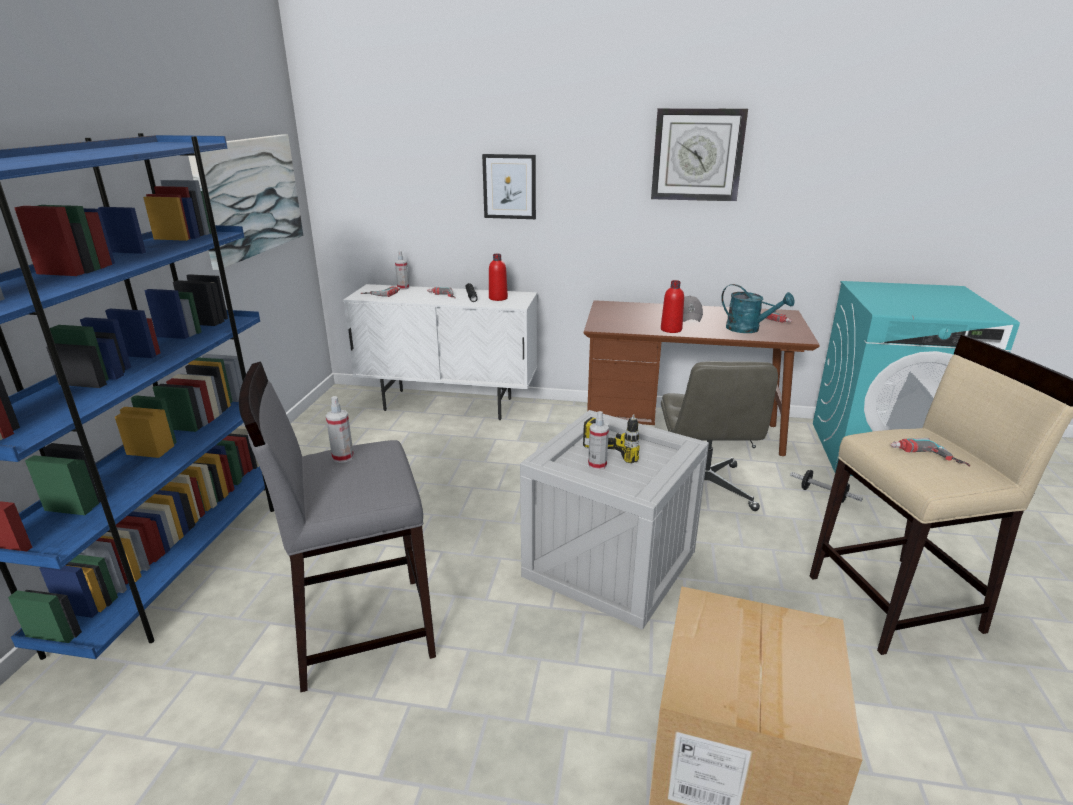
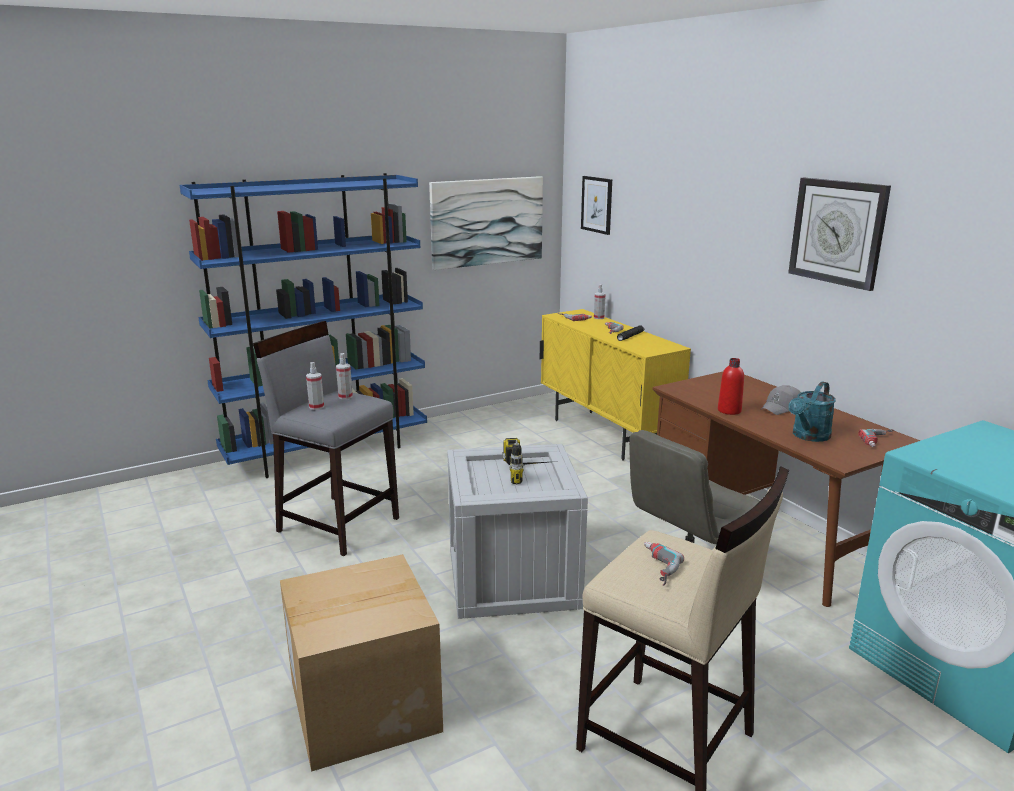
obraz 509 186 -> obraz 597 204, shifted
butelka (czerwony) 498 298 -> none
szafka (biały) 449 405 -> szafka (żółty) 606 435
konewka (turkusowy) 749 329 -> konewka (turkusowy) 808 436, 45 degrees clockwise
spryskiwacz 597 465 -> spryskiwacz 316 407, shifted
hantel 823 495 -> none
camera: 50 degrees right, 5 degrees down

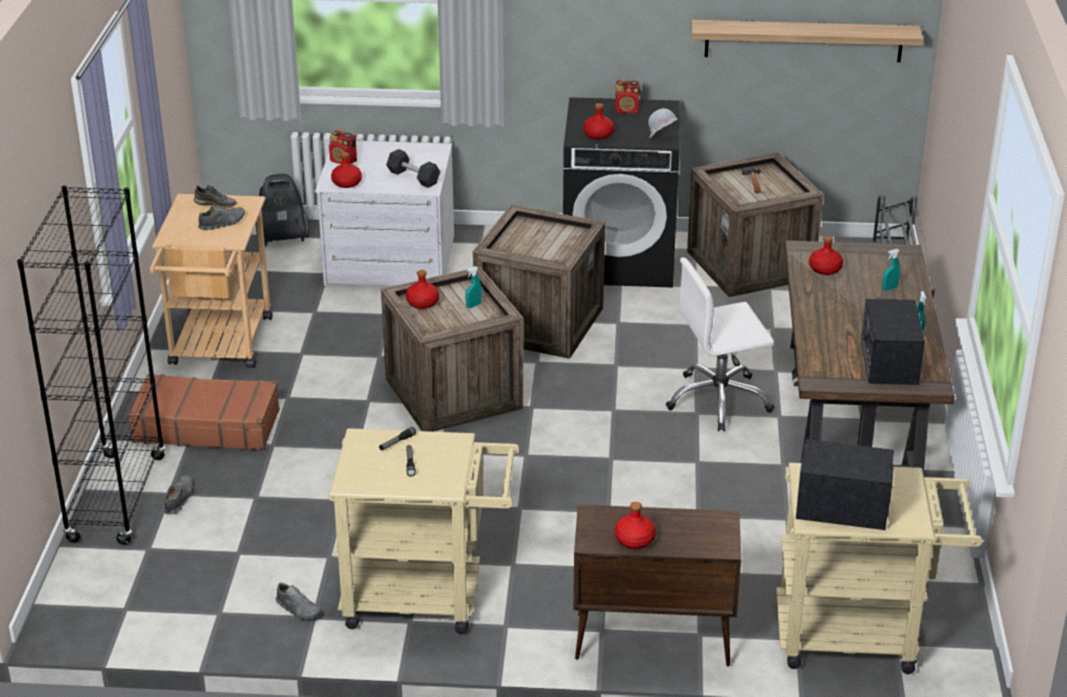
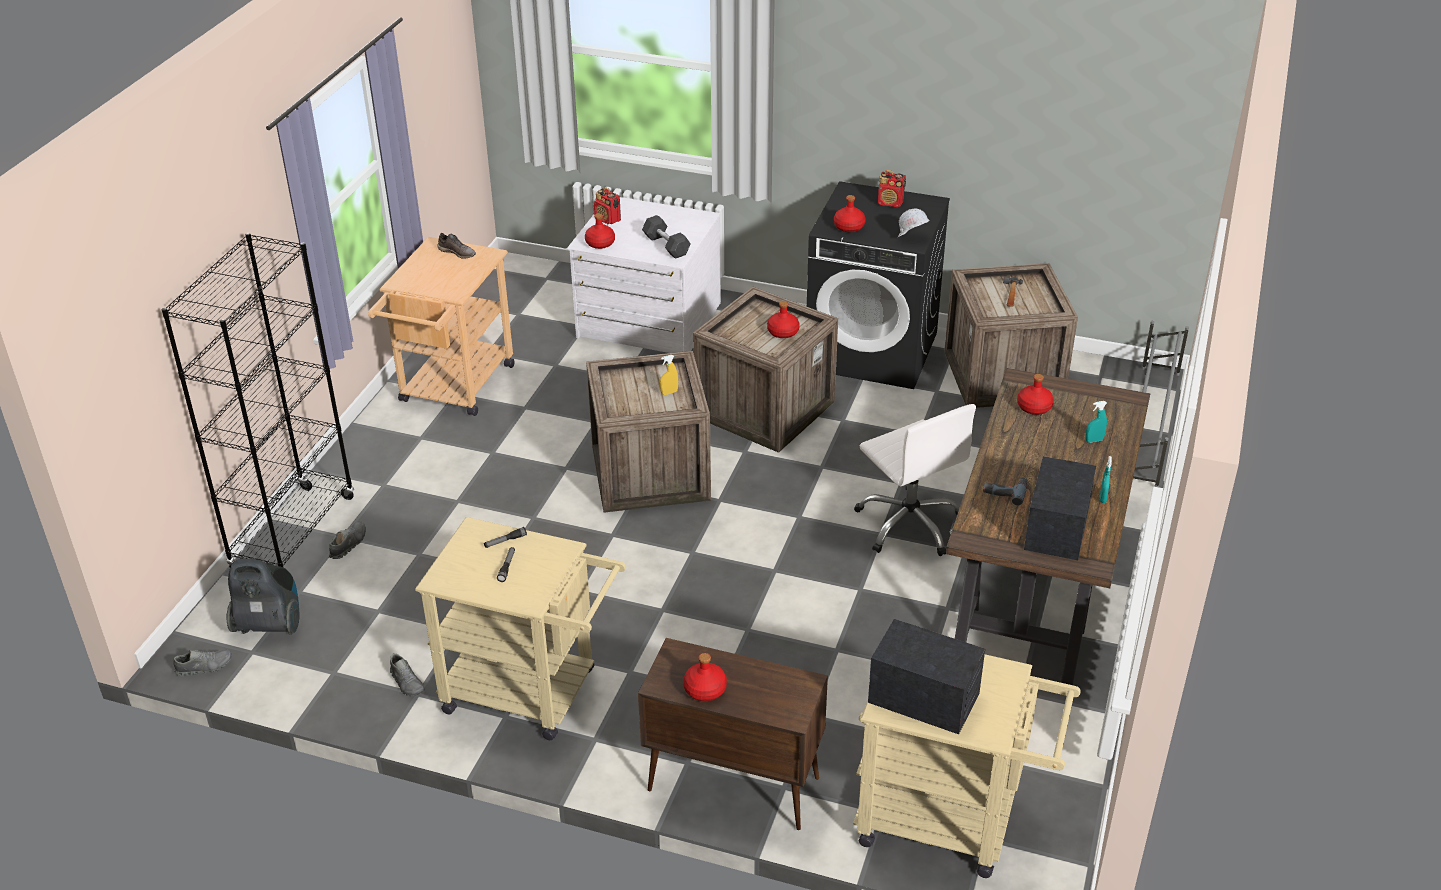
półka 803 41 -> none
odkurzacz 282 238 -> odkurzacz 269 625, shifted
but (szary) 222 223 -> but (szary) 204 667, shifted
krzesło biurowe (biały) 719 401 -> krzesło biurowe (biały) 910 523, 120 degrees counterclockwise
spryskiwacz (turkusowy) 473 305 -> spryskiwacz (żółty) 669 392
butelka (czerwony) 422 303 -> butelka (czerwony) 782 332, shifted
walizka (brązowy) 206 426 -> none
none -> wiertarka 1005 491
camera: 15 degrees right, 5 degrees up

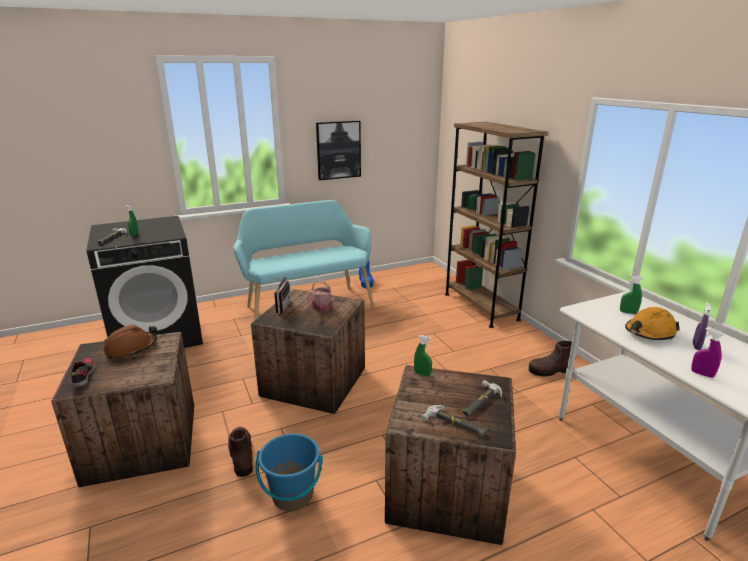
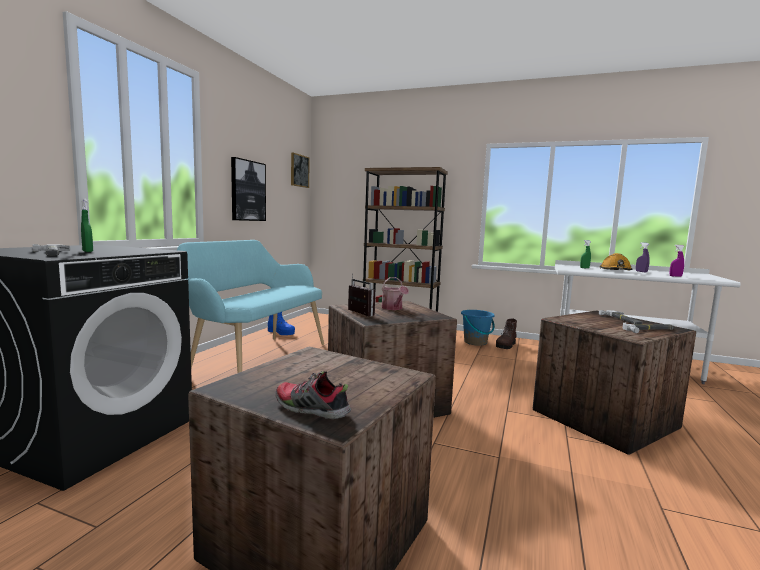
kask (brązowy) 131 348 -> none
spryskiwacz (zielony) 422 374 -> none
but z cholewką (brązowy) 241 456 -> none
wiadro (niebieski) 292 496 -> wiadro (niebieski) 475 342, shifted
none -> obraz 299 171
camera: 45 degrees left, 15 degrees down

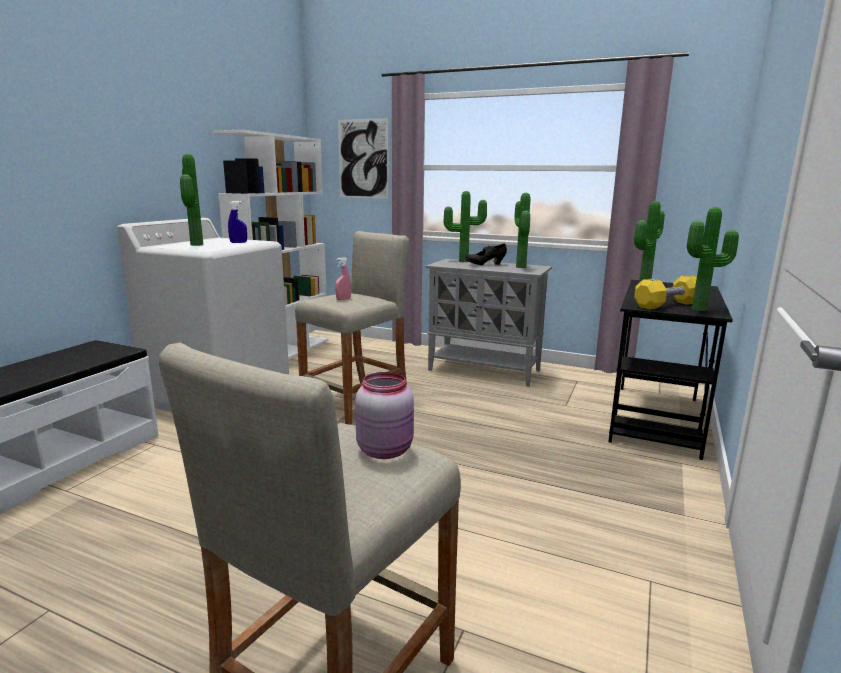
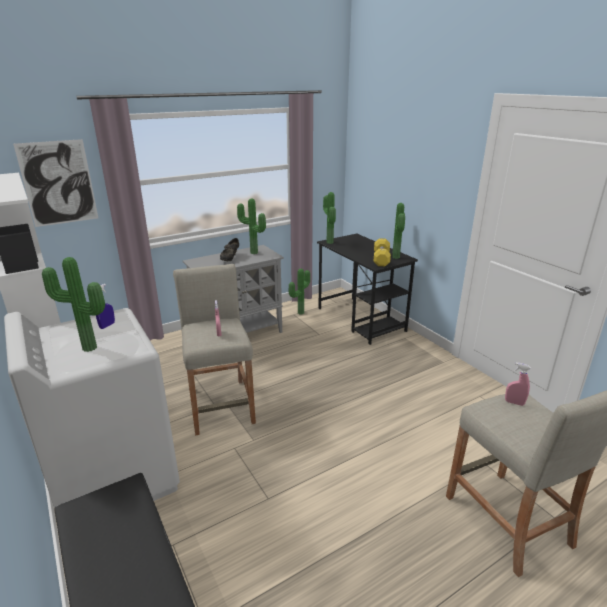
roślina doniczkowa 463 261 -> roślina doniczkowa 299 312, shifted
słoik (różowy) 386 449 -> spryskiwacz (różowy) 514 403
camera: 55 degrees left, 10 degrees up

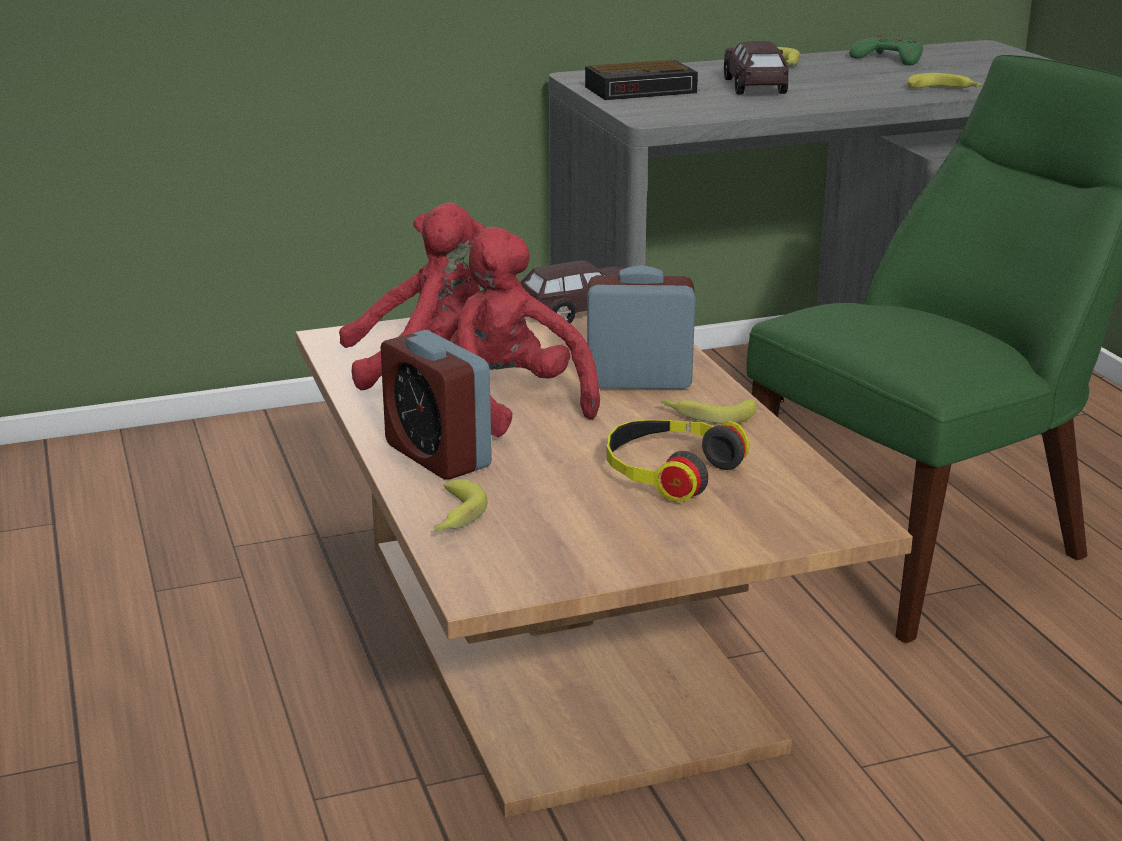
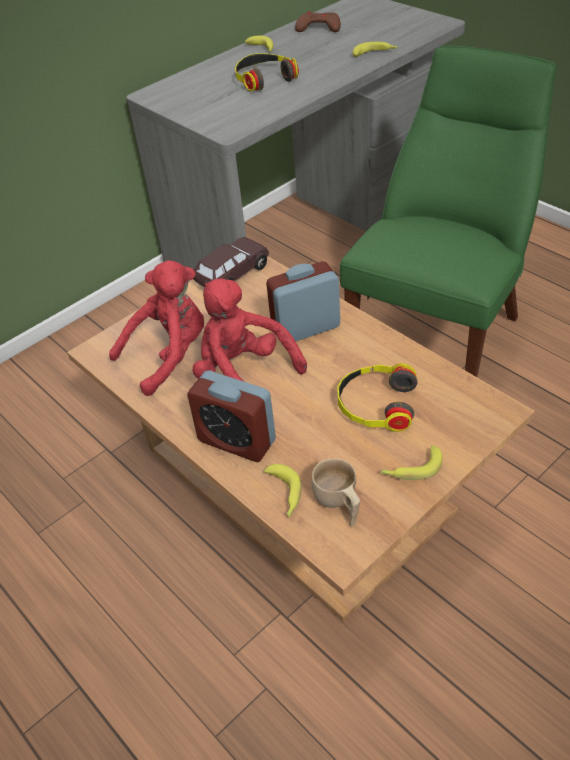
pad do gier (zielony) 888 59 -> pad do gier (brązowy) 318 27
samochodzik (brązowy) 755 86 -> słuchawki 264 78
budzik 643 89 -> none
banan 707 415 -> banan 411 469, shifted
none -> filiżanka (beżowy) 338 504
camera: 20 degrees left, 20 degrees up

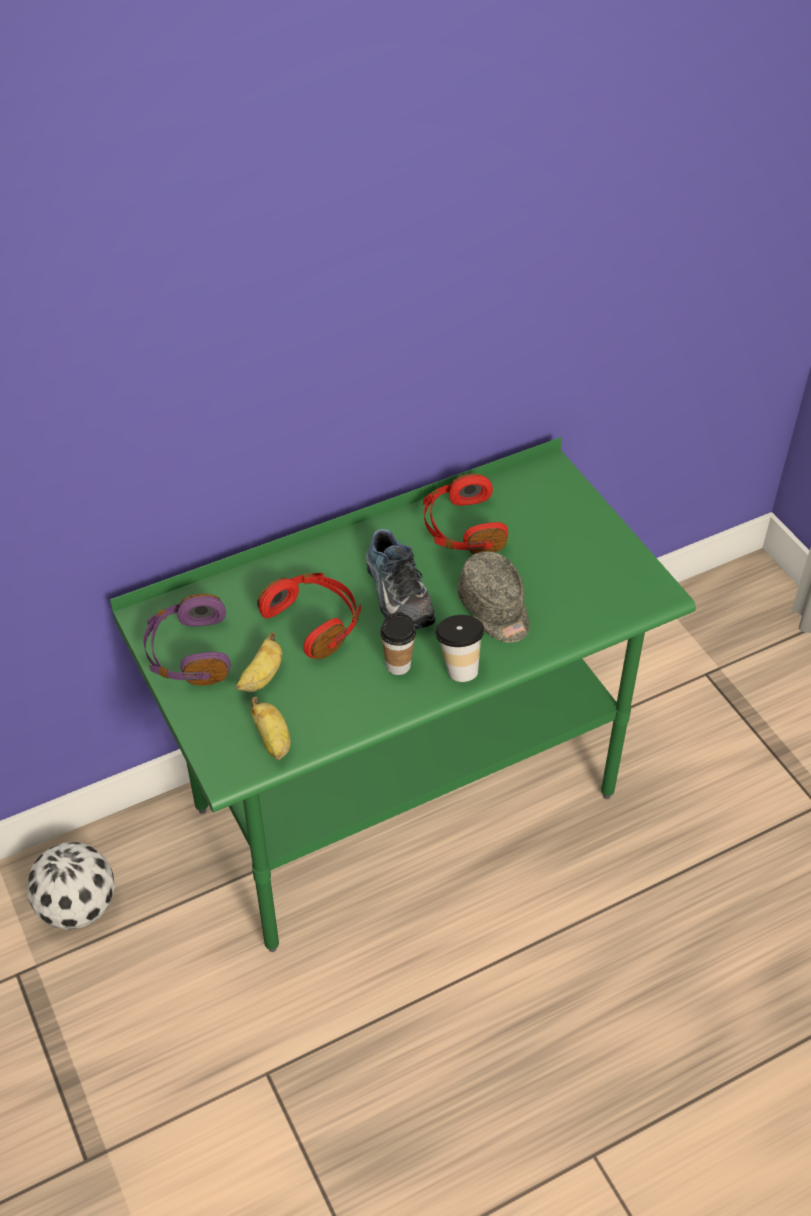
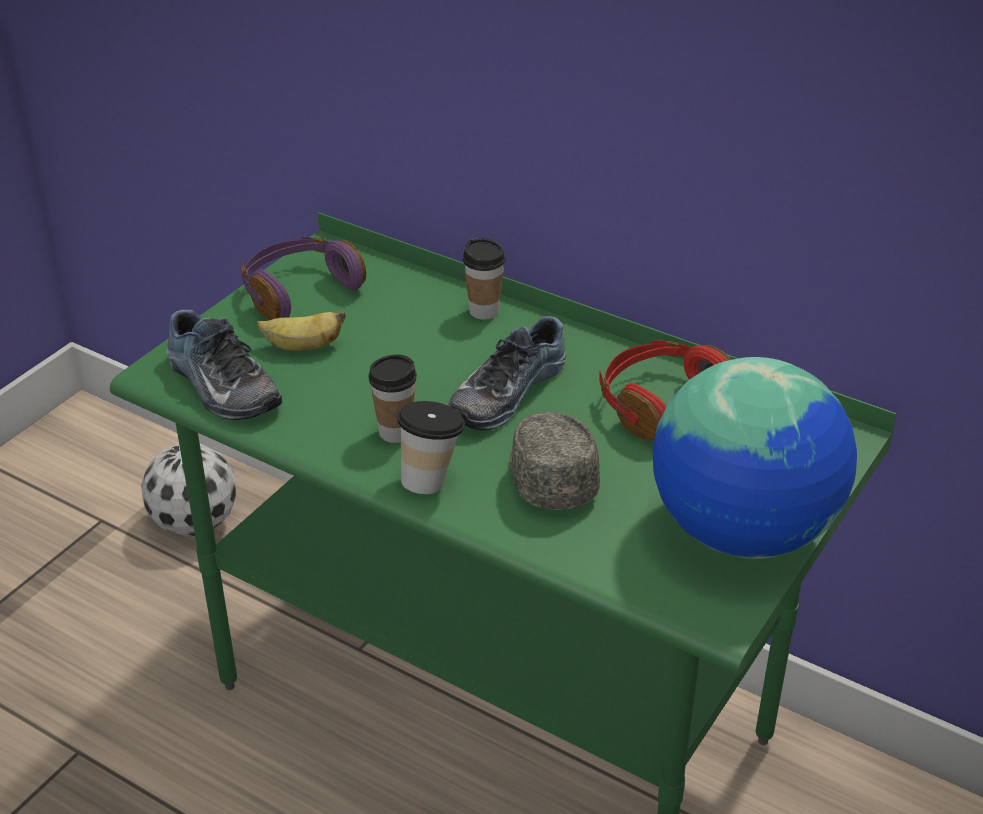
czapka z daszkiem (szary) 495 610 -> czapka z daszkiem (szary) 550 475, 135 degrees clockwise
słuchawki (czerwony) 315 622 -> none
banan 273 741 -> but 219 386
none -> filiżanka 484 311
none -> globus 743 532
camera: 60 degrees right, 10 degrees down

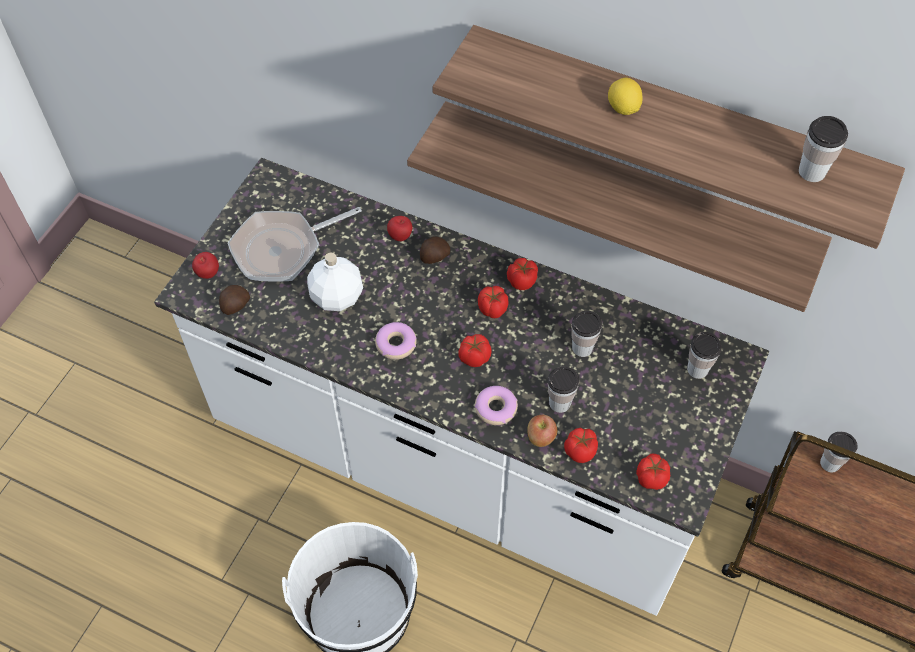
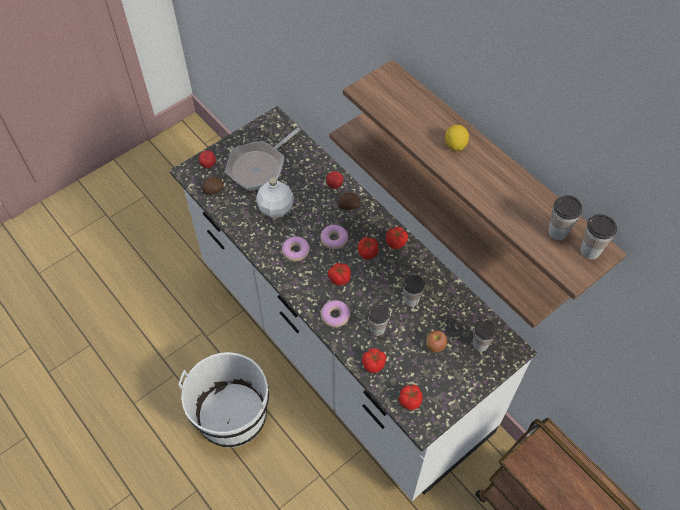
patelnia 283 249 -> patelnia 259 167, 45 degrees counterclockwise
jabłko 540 438 -> jabłko 435 346, shifted
filiżanka 830 463 -> filiżanka 590 251, shifted
none -> donut 334 239
camera: 25 degrees right, 0 degrees up

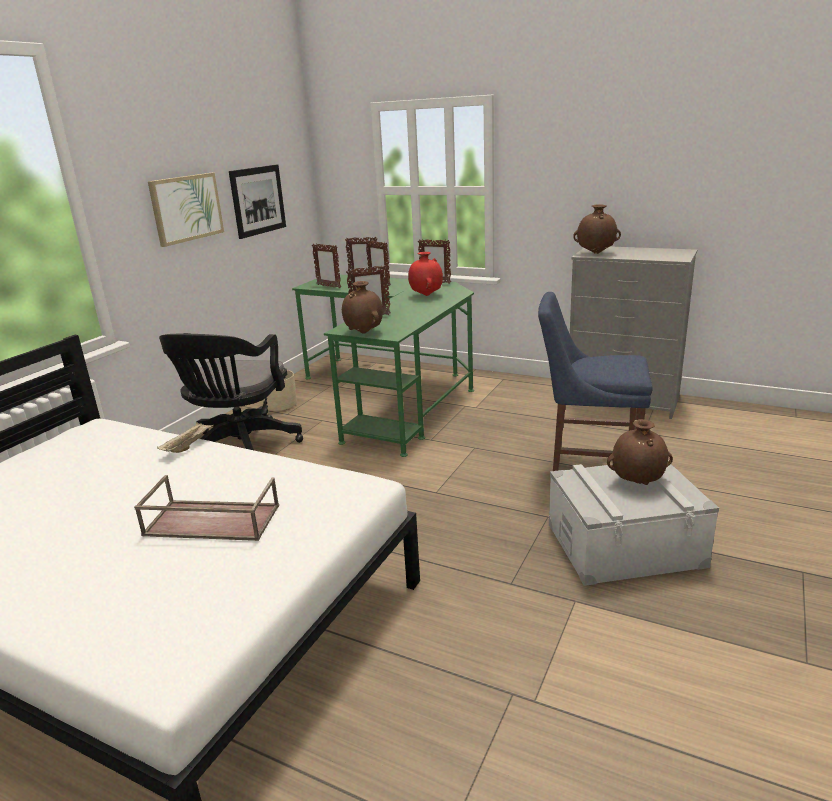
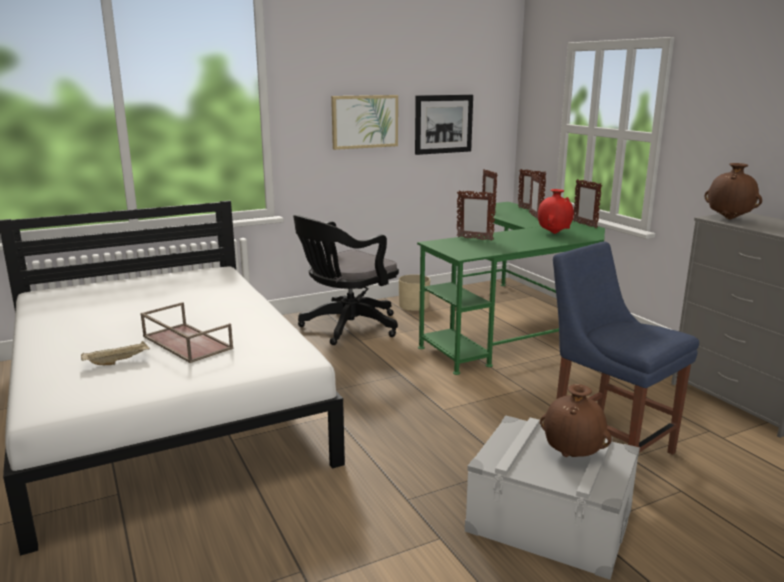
wazon (brązowy) 364 333 -> none
taca (beżowy) 188 446 -> taca (beżowy) 118 362, shifted
camera: 35 degrees right, 5 degrees down

